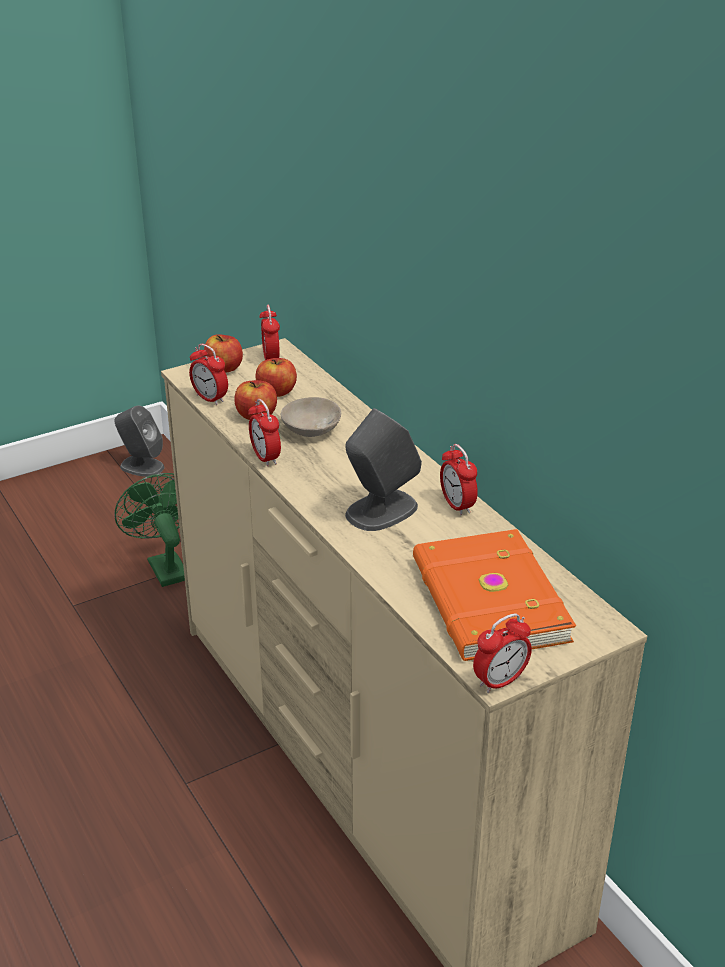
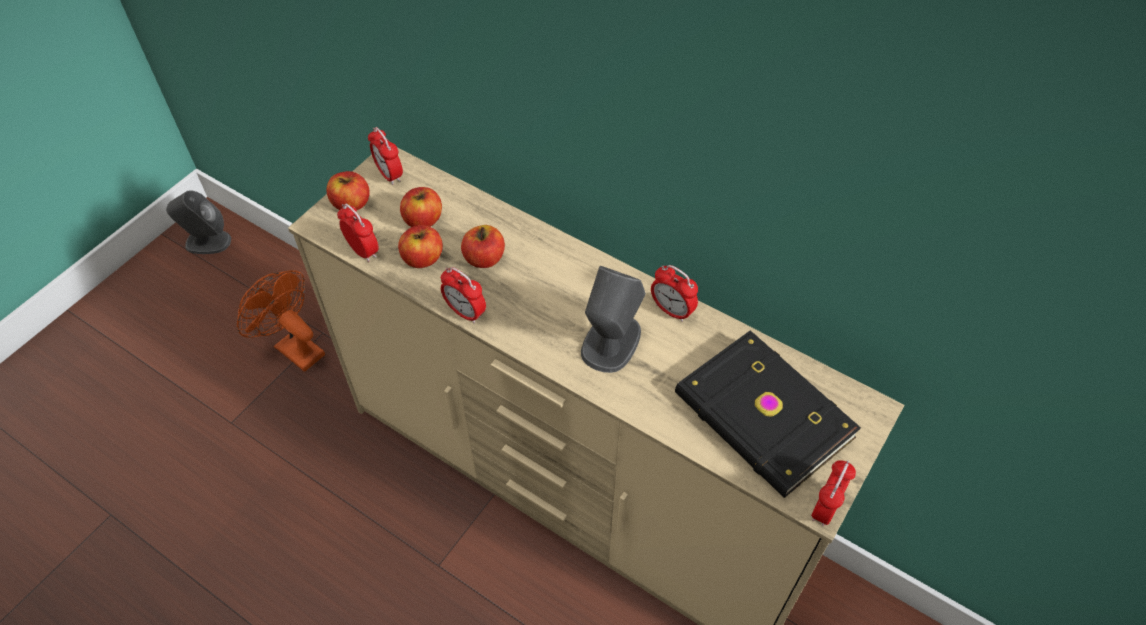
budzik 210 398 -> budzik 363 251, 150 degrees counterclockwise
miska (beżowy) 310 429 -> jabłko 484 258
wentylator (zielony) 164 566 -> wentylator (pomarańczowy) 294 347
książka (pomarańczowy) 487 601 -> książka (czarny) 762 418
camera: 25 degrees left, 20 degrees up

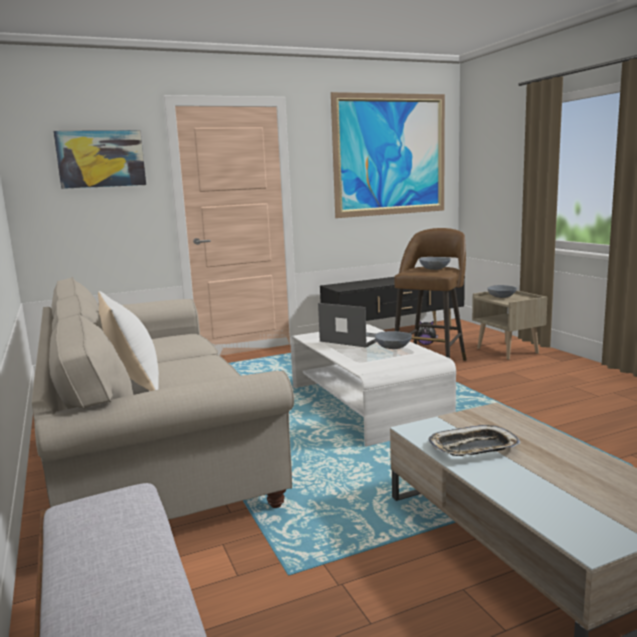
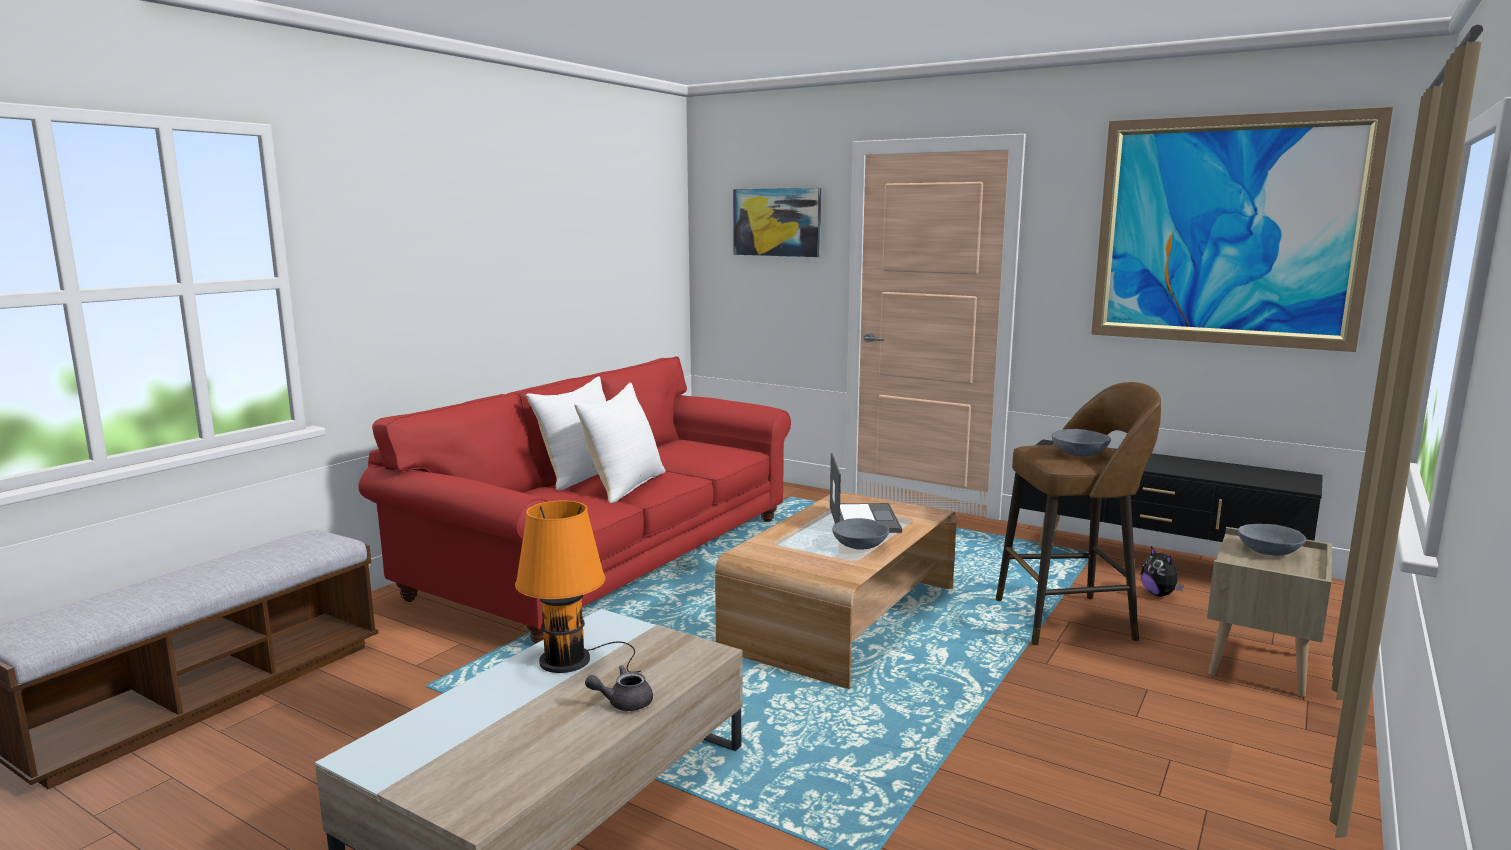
kanapa (beżowy) 154 449 -> kanapa (czerwony) 609 557
ława (biały) 366 405 -> ława (brązowy) 843 617
taca 473 448 -> lampa stołowa (pomarańczowy) 571 660
none -> poduszka (biały) 625 486
none -> imbryk (szary) 623 703
camera: 55 degrees right, 0 degrees up

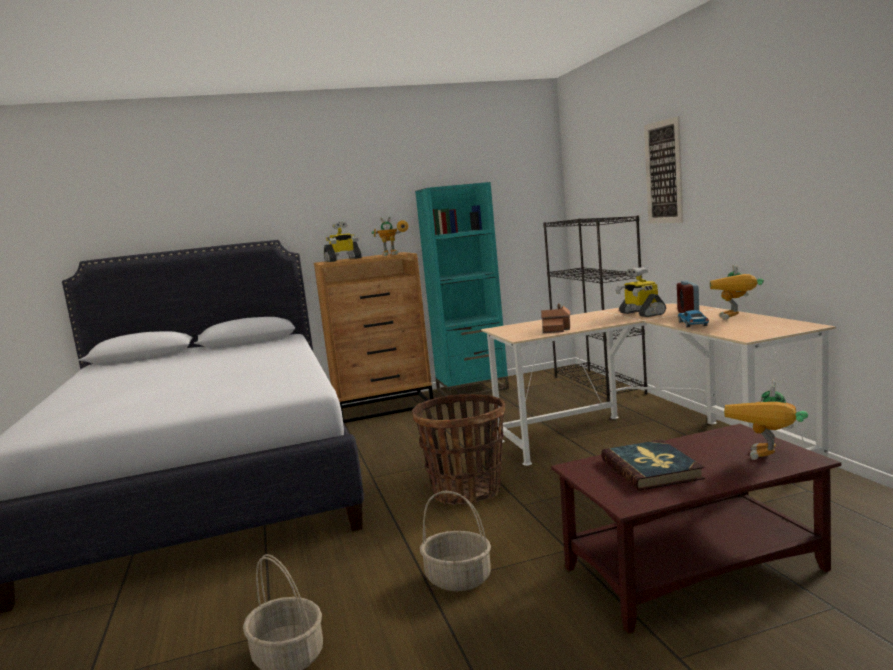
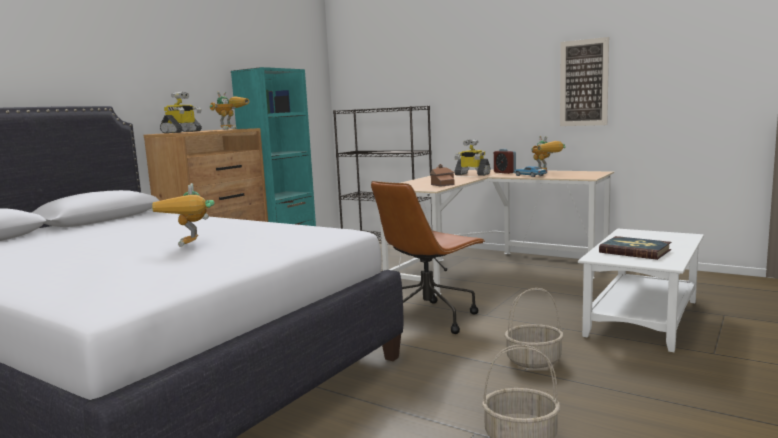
obraz 663 172 -> obraz 583 83, shifted
robot zabawkowy 769 460 -> robot zabawkowy 192 245, shifted
koszyk 466 491 -> krzesło biurowe (brązowy) 429 317
ława (brązowy) 691 570 -> ława (biały) 643 319
camera: 40 degrees left, 0 degrees up

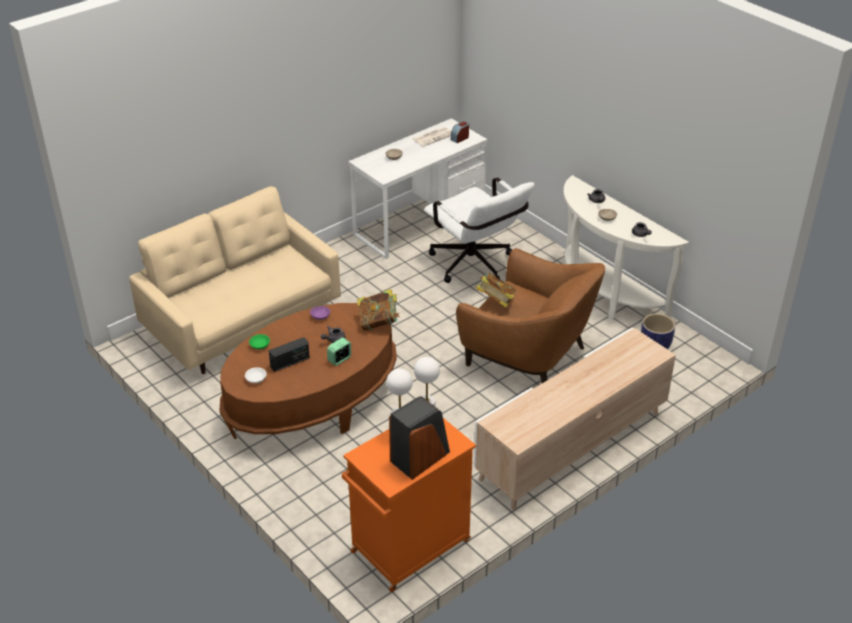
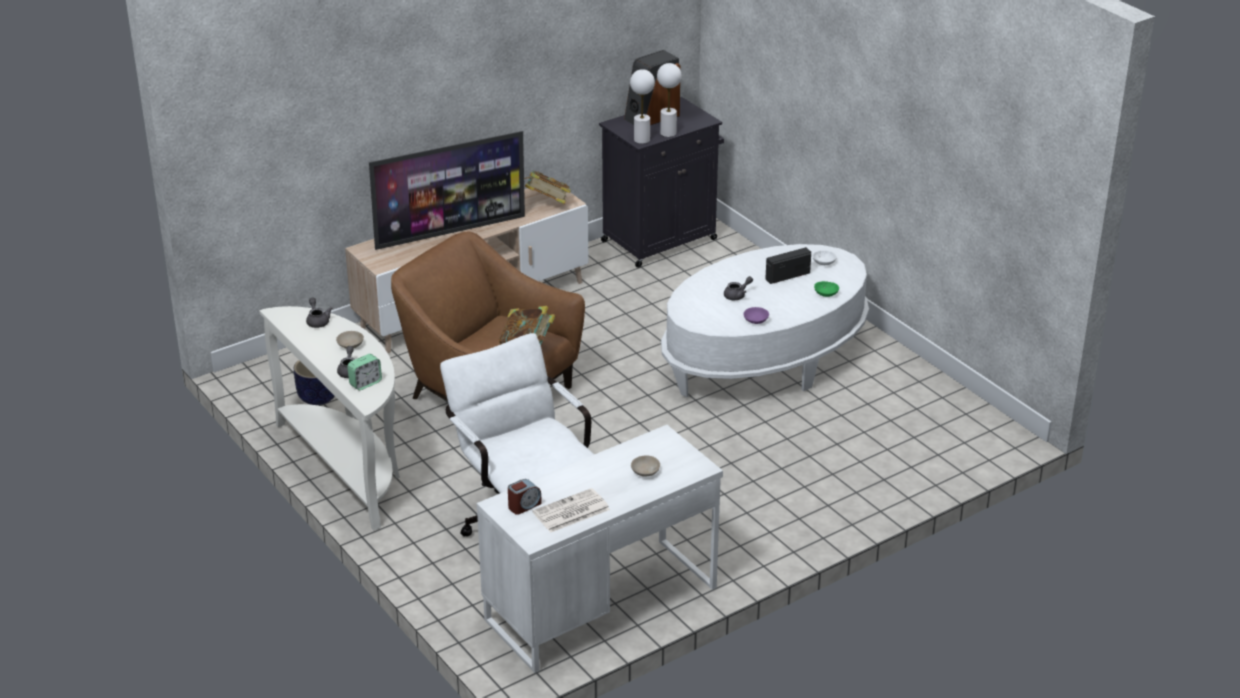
kanapa (beżowy) 243 322 -> none
książka 378 323 -> książka 547 203, shifted
ława (brązowy) 312 402 -> ława (biały) 764 358
budzik 339 359 -> budzik 365 383, shifted
szafka (pomarańczowy) 409 548 -> szafka (czarny) 661 240
none -> telewizor 450 232
camera: 175 degrees left, 5 degrees down

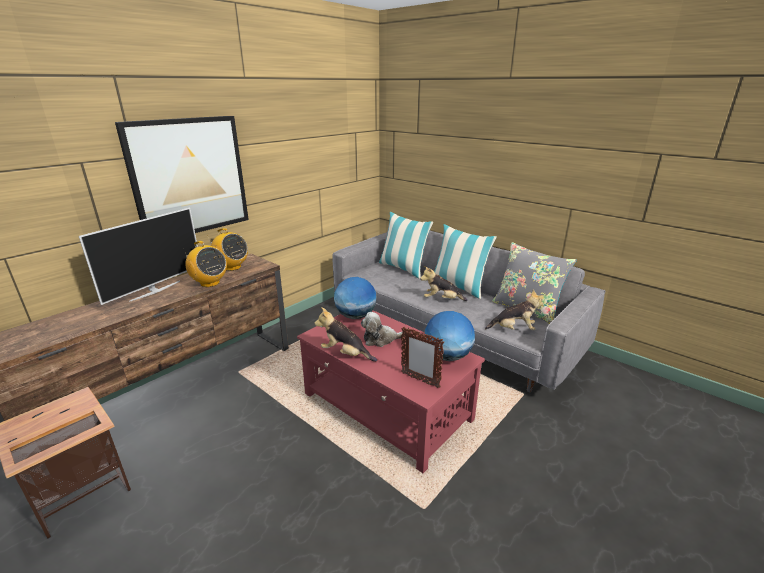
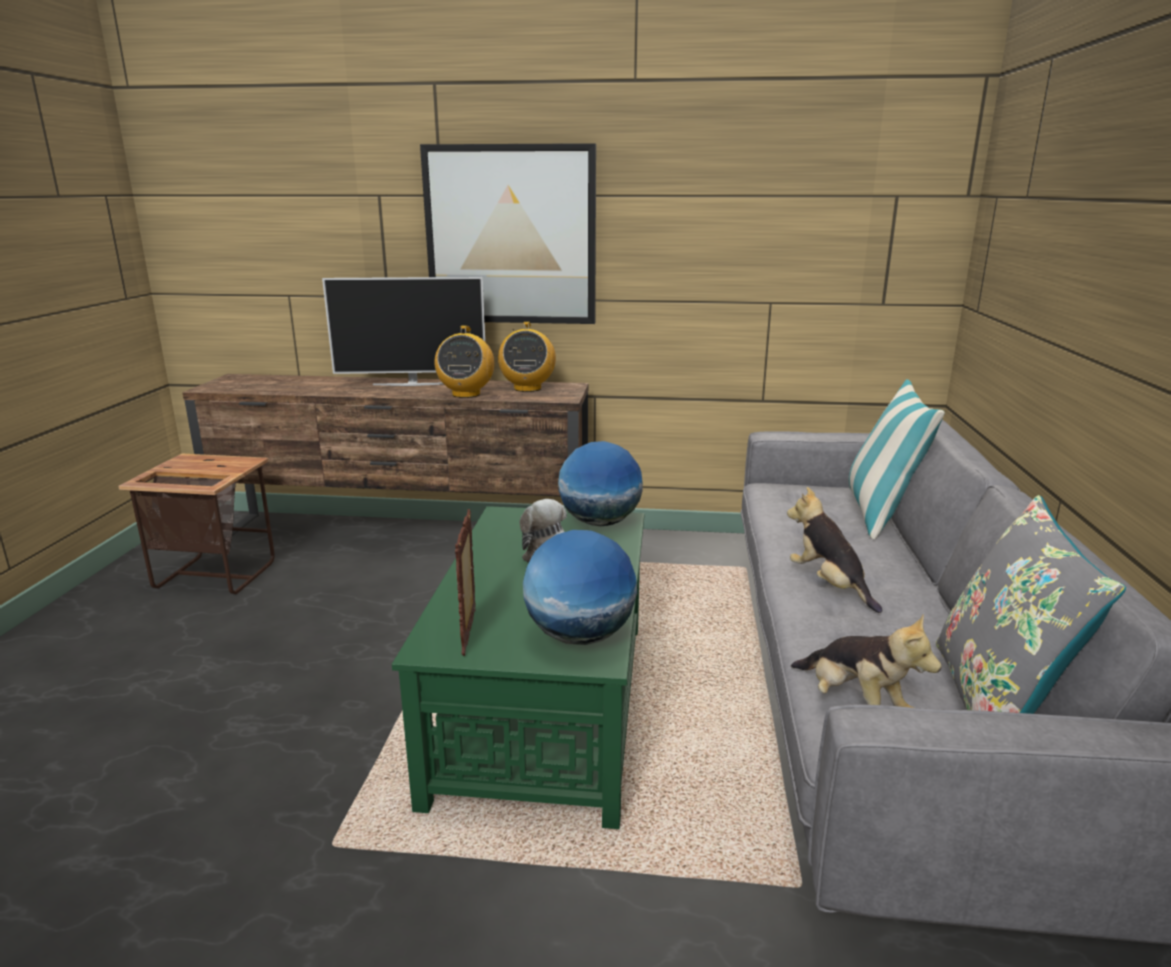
poduszka 458 286 -> none
pluszak 345 354 -> none
ława (czerwony) 386 407 -> ława (zielony) 543 707
camera: 55 degrees right, 5 degrees down

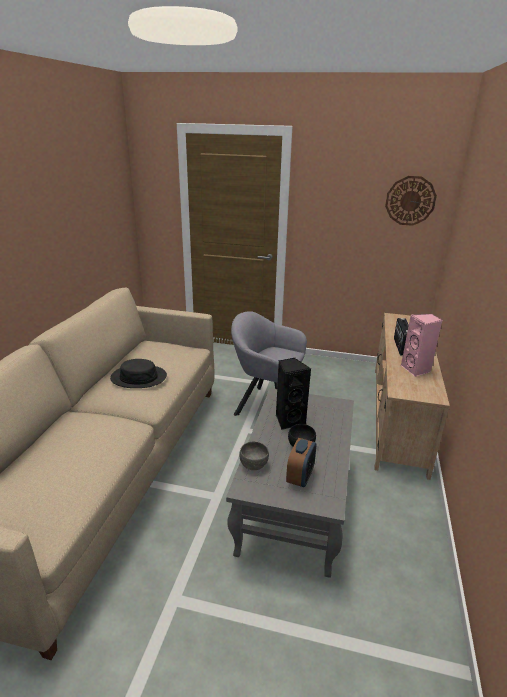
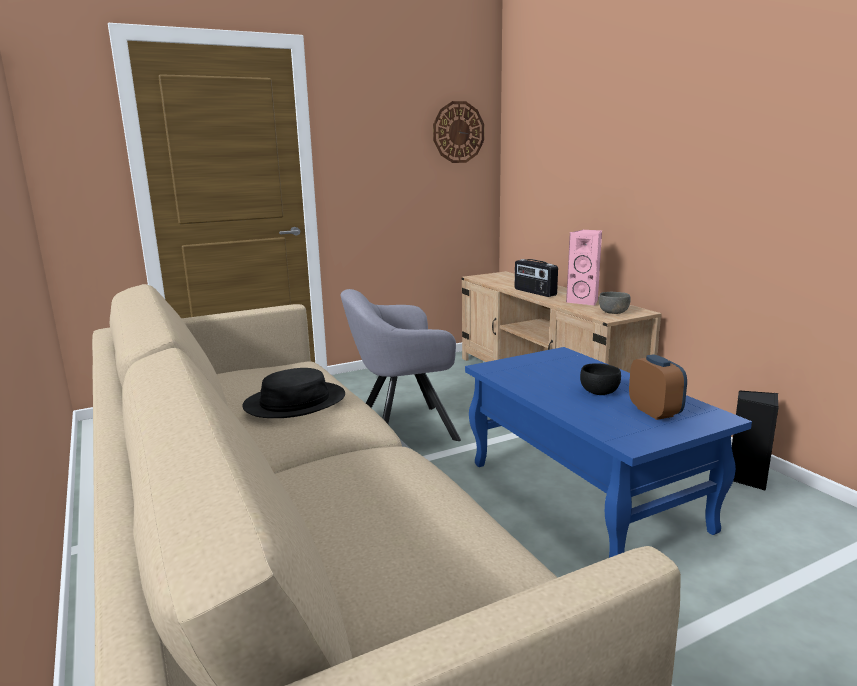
głośnik (czarny) 289 420 -> głośnik (czarny) 747 478, shifted
ława (szary) 294 502 -> ława (niebieski) 582 494
miska (szary) 253 464 -> miska (szary) 613 312, shifted
camera: 40 degrees left, 10 degrees down

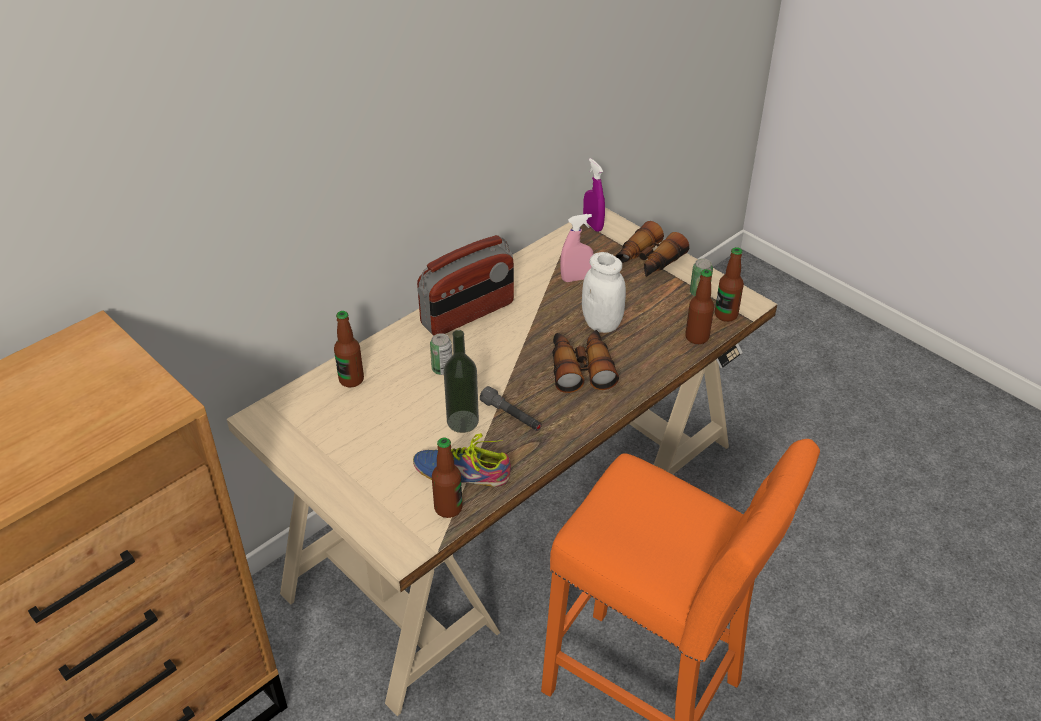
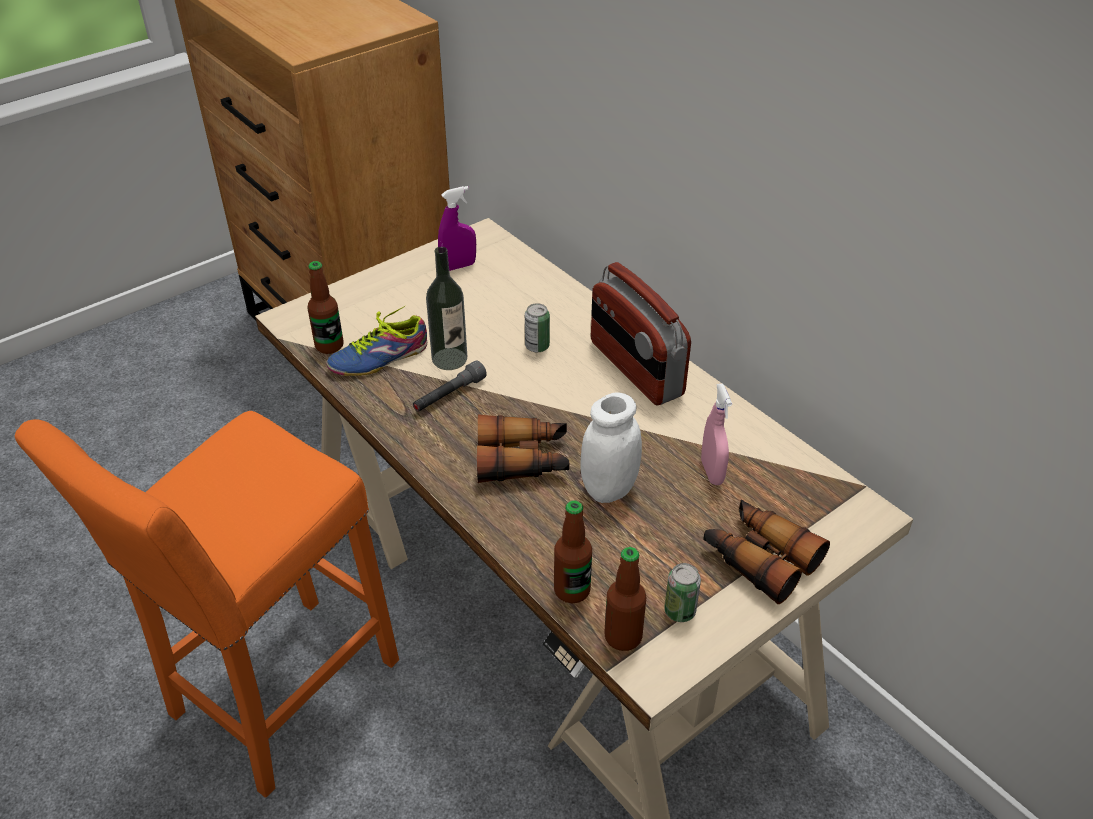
spryskiwacz (fioletowy) 593 225 -> spryskiwacz (fioletowy) 458 266, shifted
butelka 351 380 -> none
but 462 470 -> but 377 356, 135 degrees counterclockwise
camera: 95 degrees right, 0 degrees up

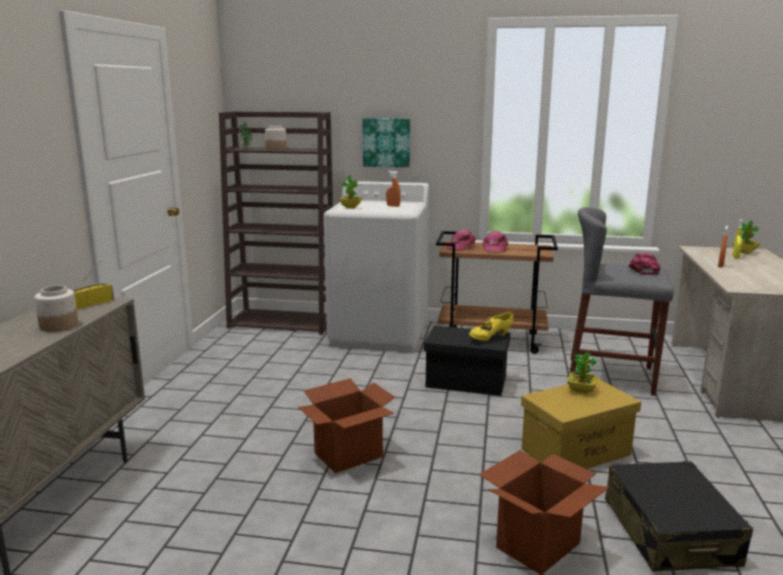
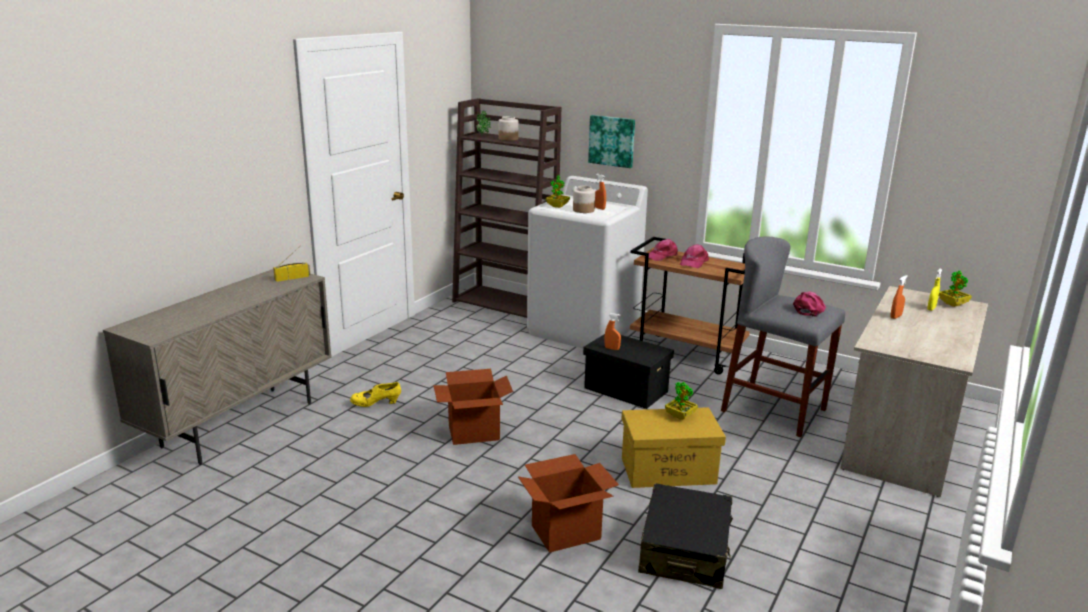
słoik 58 326 -> słoik 583 210, shifted
but (żółty) 490 338 -> but (żółty) 376 404, shifted
none -> spryskiwacz (pomarańczowy) 612 348
camera: 20 degrees right, 5 degrees up

